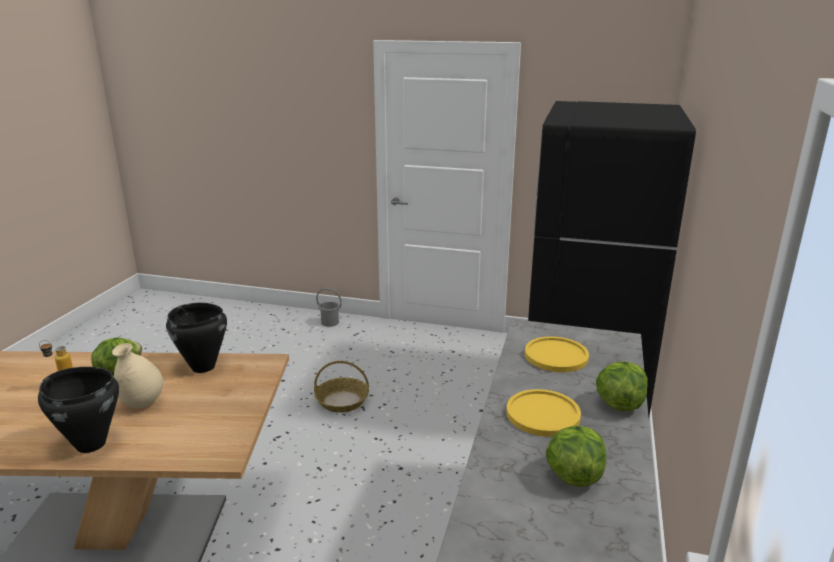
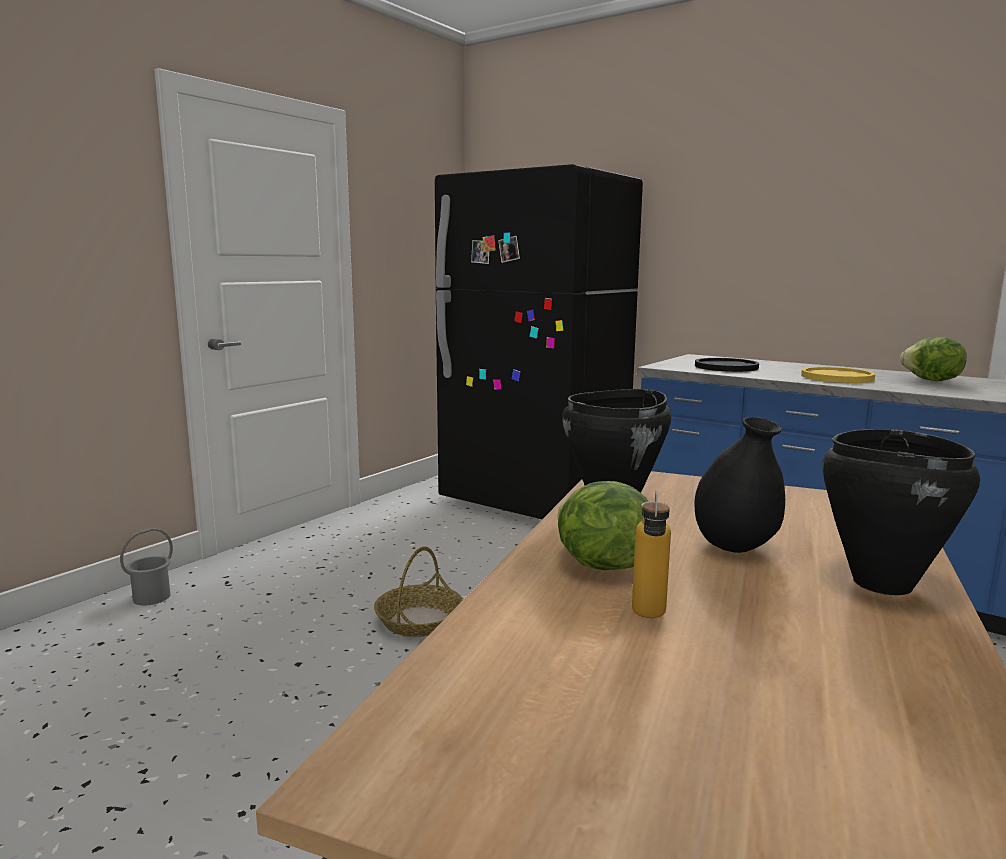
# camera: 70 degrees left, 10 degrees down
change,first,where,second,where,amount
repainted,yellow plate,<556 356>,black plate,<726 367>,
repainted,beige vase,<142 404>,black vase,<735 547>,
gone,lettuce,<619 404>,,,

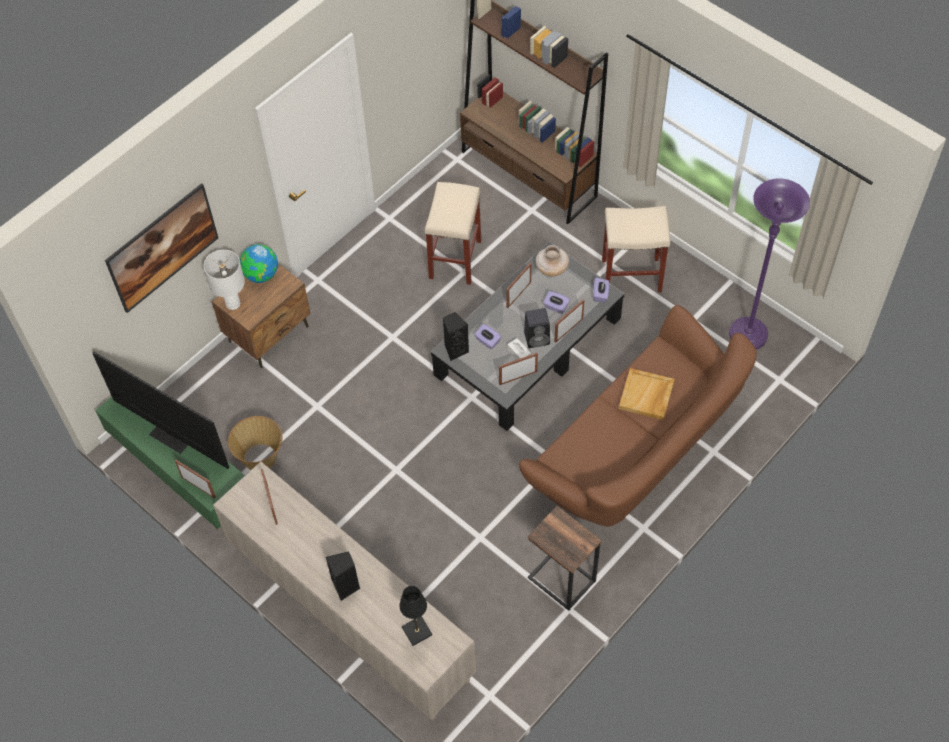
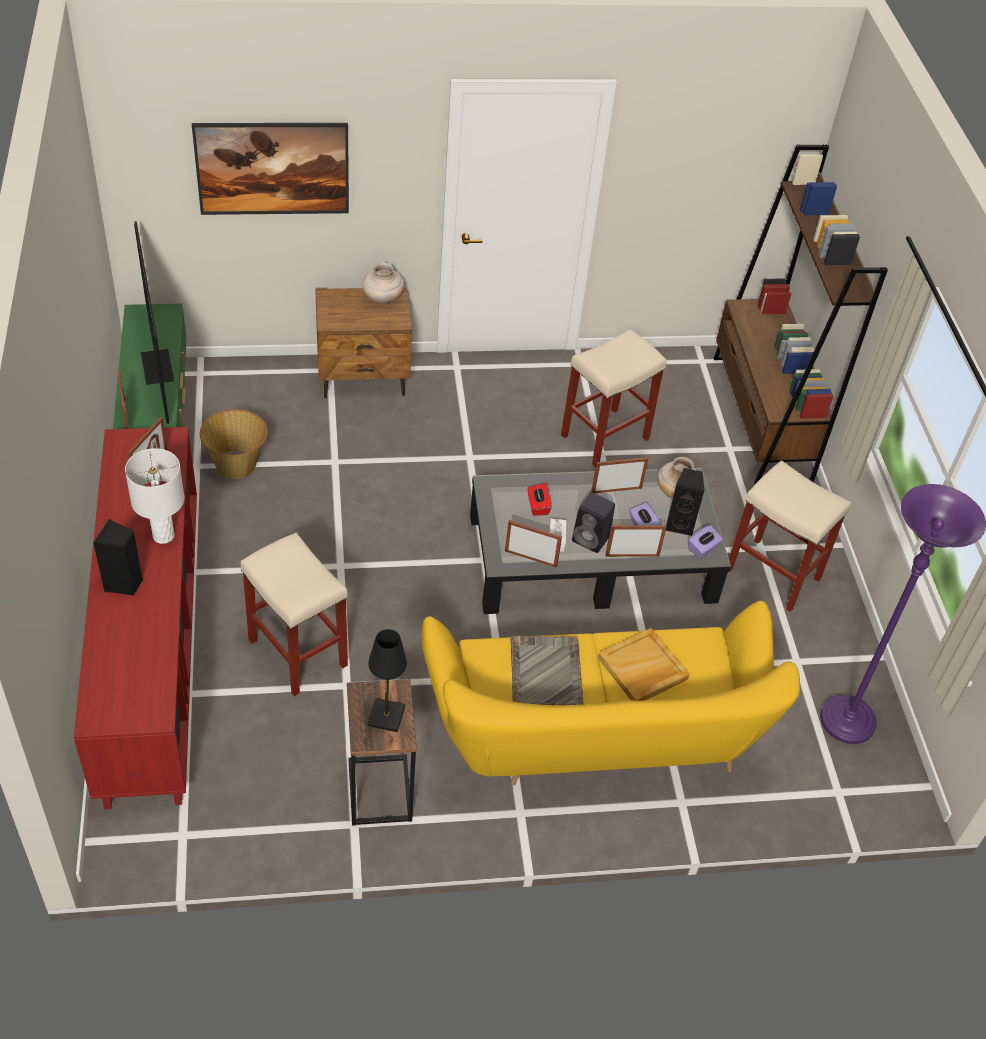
# camera: 35 degrees right, 10 degrees down
change,first,where,second,where,amount
repainted,beige cabinet,<349 612>,red cabinet,<151 650>,
shifted,white table lamp,<232 304>,,<163 535>,
new,,,beige stool,<296 652>,
swapped,globe,<261 275>,beige vase,<382 298>,
shifted,black table lamp,<417 631>,,<386 716>,
repainted,brown sofa,<637 453>,yellow sofa,<595 737>,
new,,,grey tray,<545 672>,
repainted,purple tissue box,<487 341>,red tissue box,<538 506>,
shifted,black speaker,<455 349>,,<680 524>,

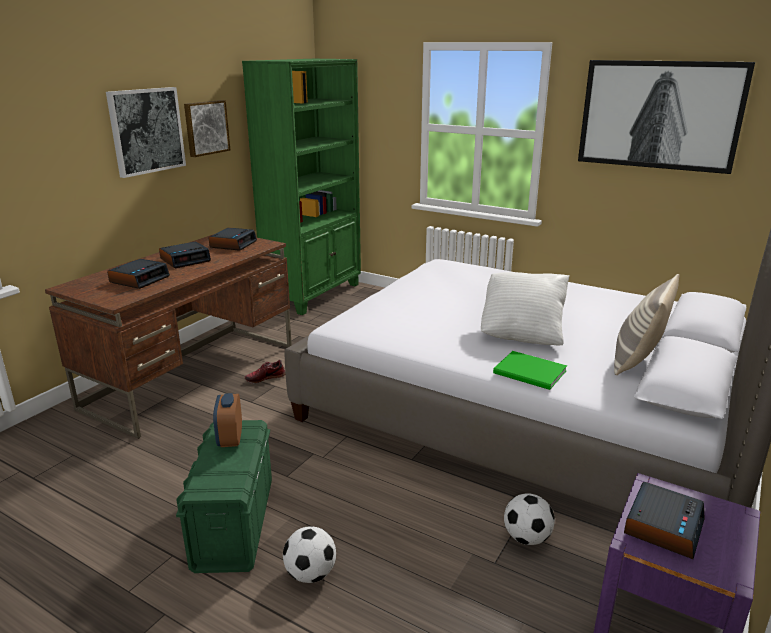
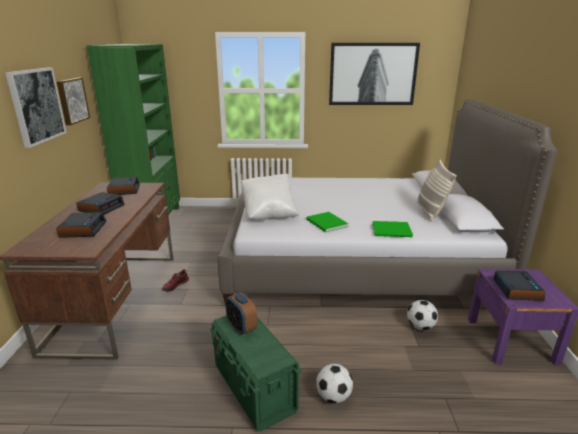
# camera: 30 degrees left, 0 degrees up
change,first,where,second,where,amount
shifted,white pillow,<522 333>,,<269 214>,
new,,,green book,<326 223>,

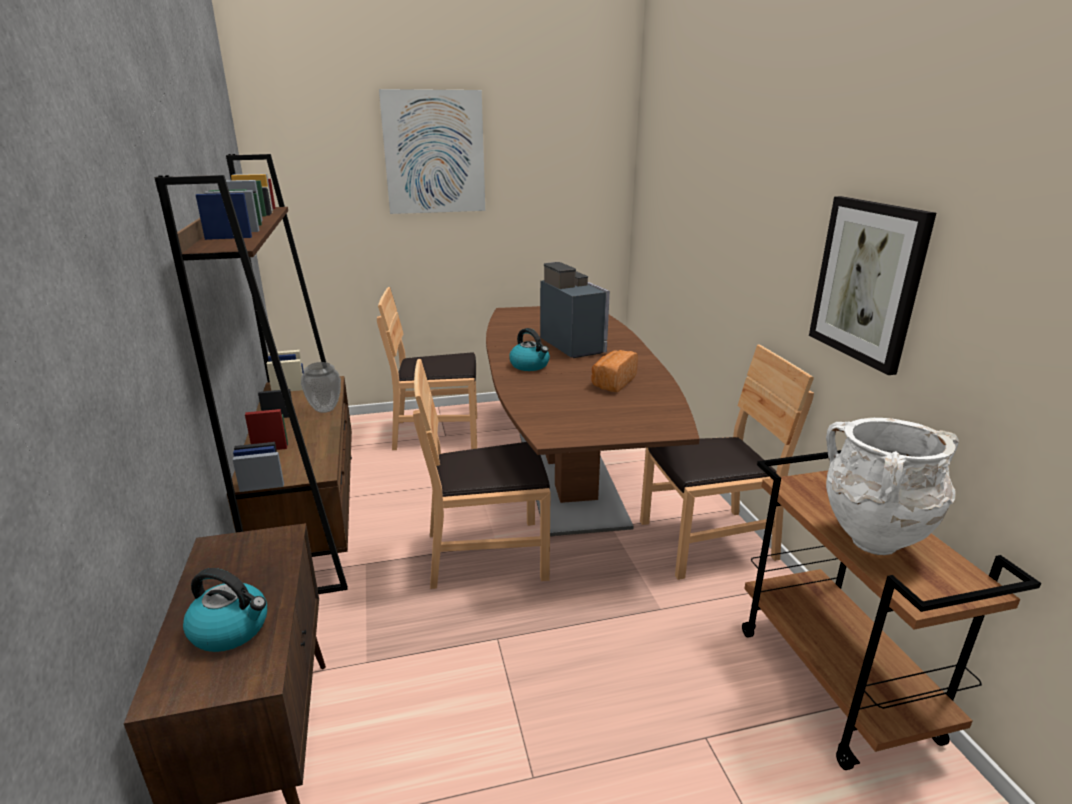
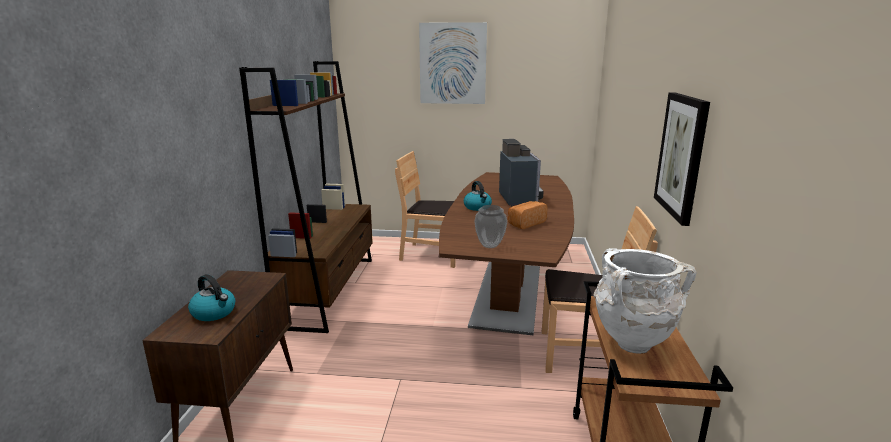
# camera: 20 degrees right, 5 degrees down
change,first,where,second,where,amount
shifted,vase,<324 410>,,<489 246>,
gone,brown chair,<487 554>,,,

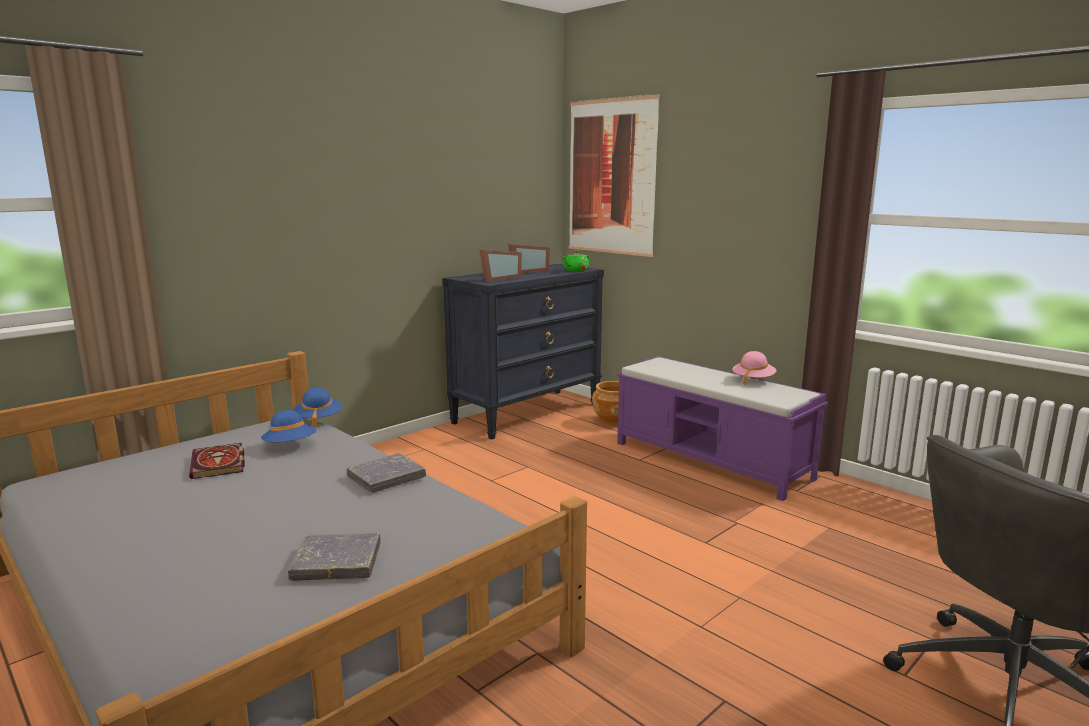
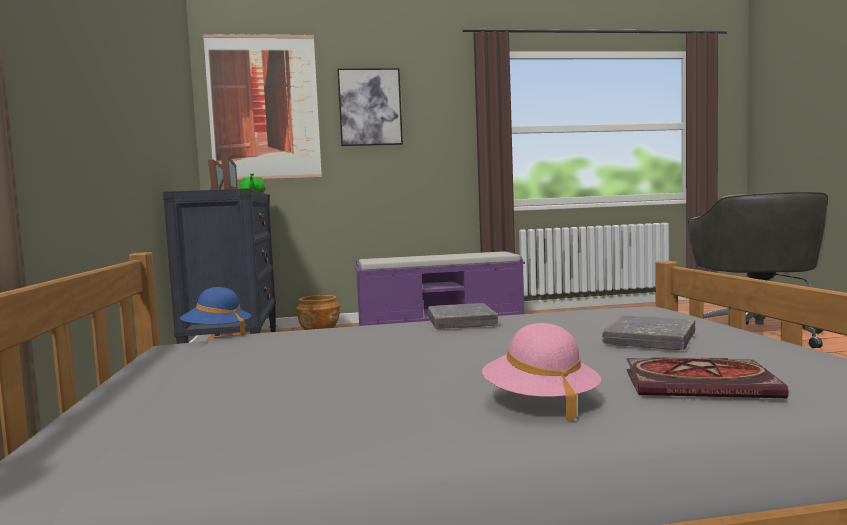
# camera: 55 degrees left, 10 degrees down
change,first,where,second,where,amount
new,,,picture,<370 107>,
shifted,pink hat,<753 380>,,<540 403>,
shifted,book,<219 464>,,<702 384>,
gone,blue hat,<290 446>,,,

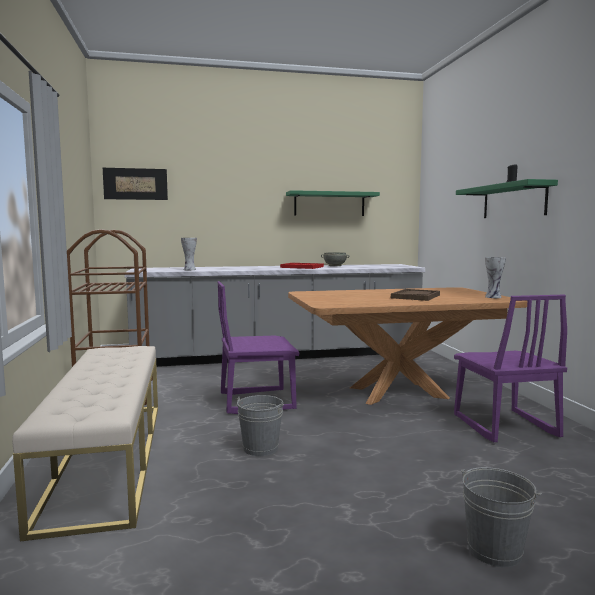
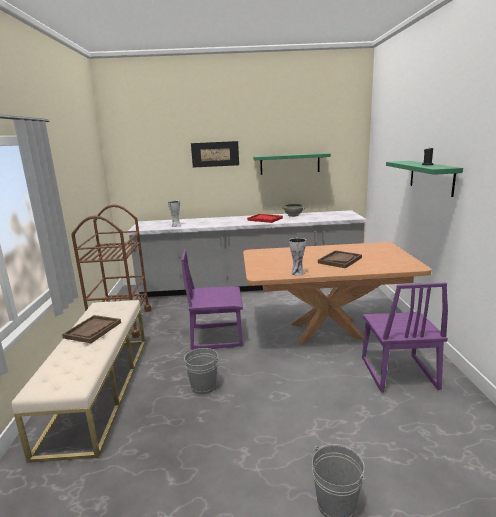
# camera: 10 degrees right, 10 degrees up
change,first,where,second,where,amount
new,,,brown tray,<93 330>,
shifted,picture,<135 184>,,<215 154>,
shifted,vase,<494 297>,,<298 273>,

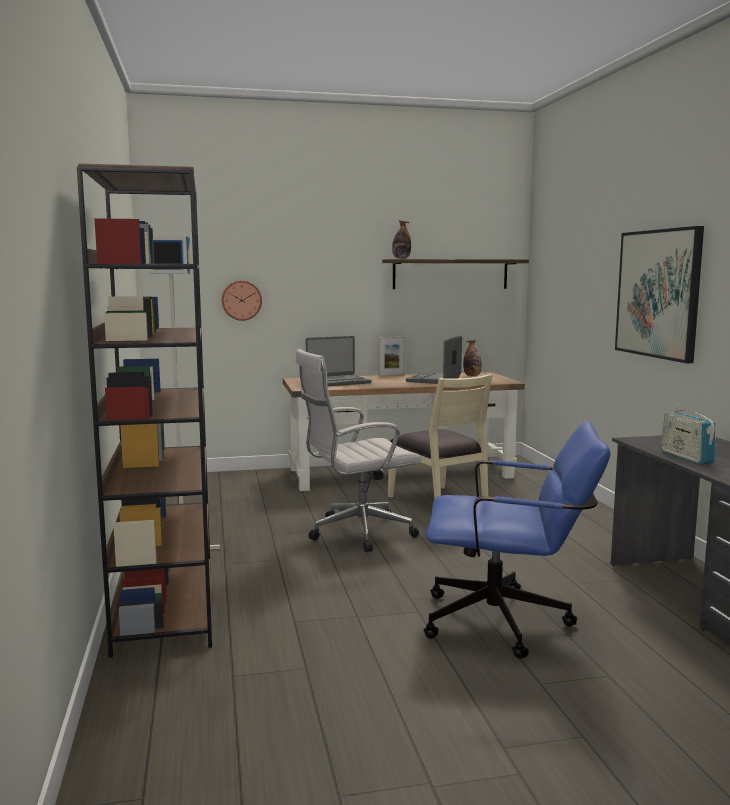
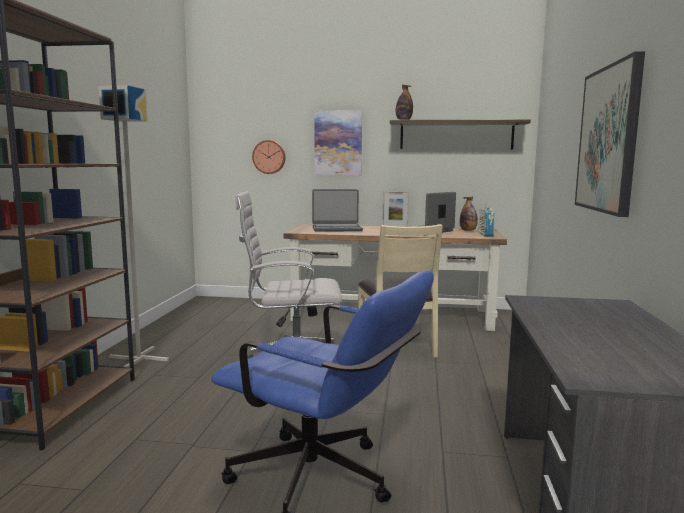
# camera: 20 degrees right, 0 degrees up
change,first,where,second,where,amount
new,,,picture,<338 143>,
shifted,radio,<686 457>,,<485 234>,

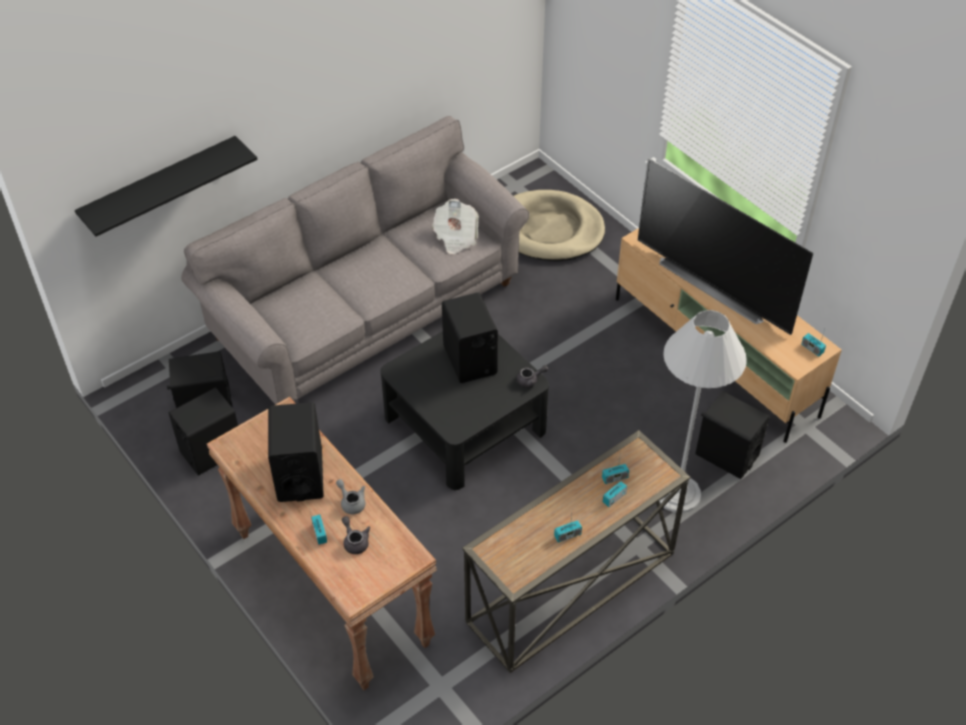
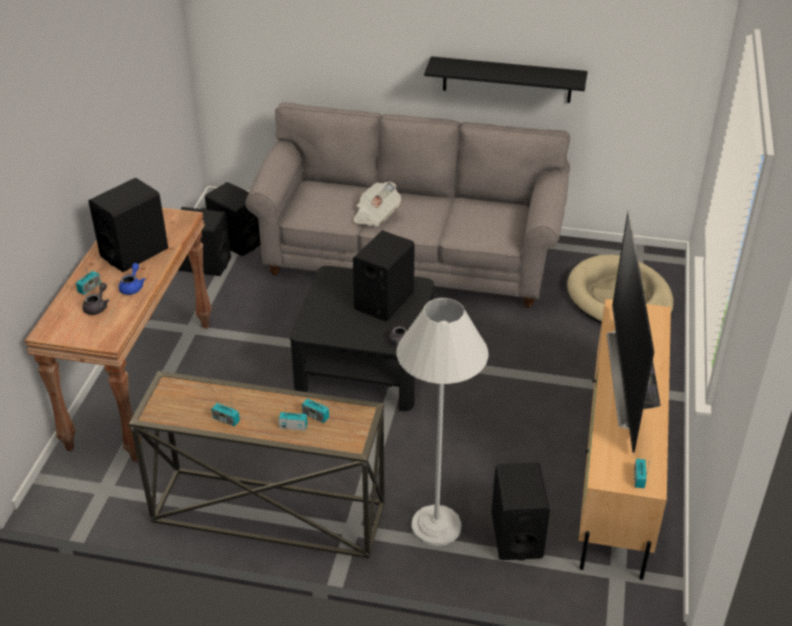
# camera: 50 degrees right, 10 degrees down
change,first,where,second,where,amount
repainted,grey teapot,<351 502>,blue teapot,<132 287>,
shifted,newspaper,<455 237>,,<376 215>,
shifted,black shelf,<160 187>,,<507 79>,

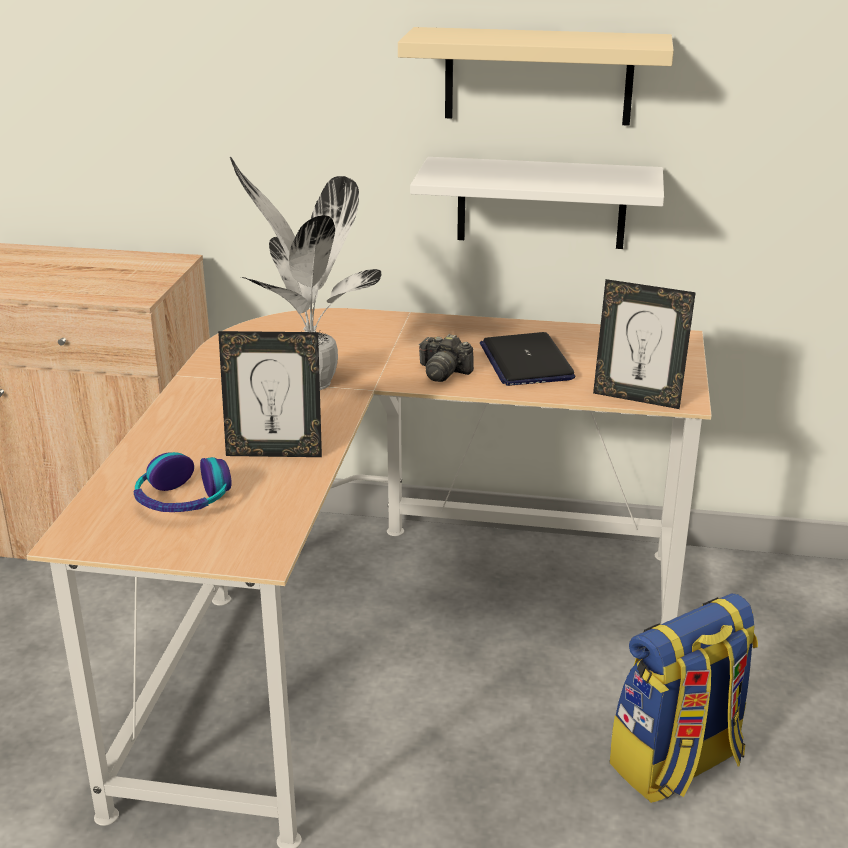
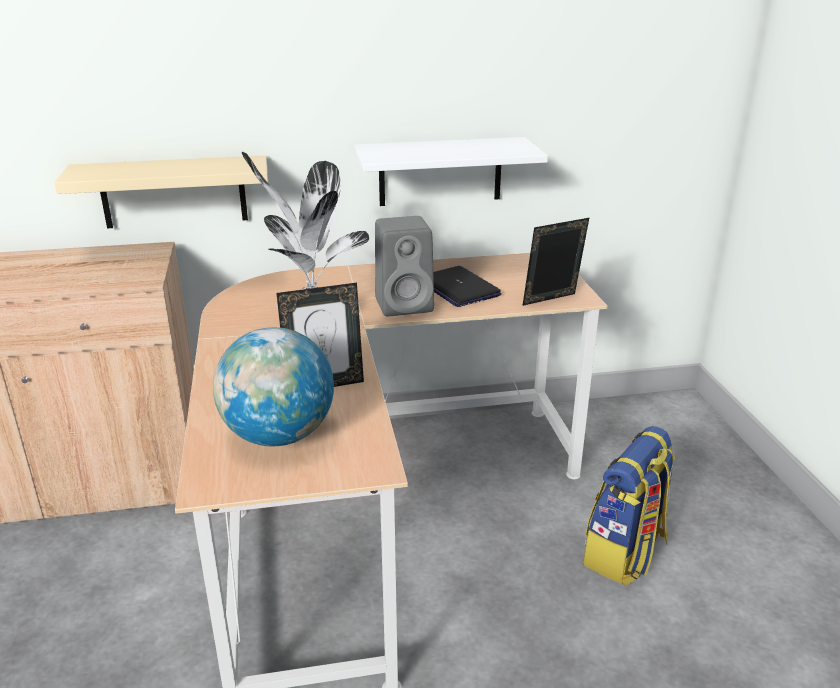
# camera: 20 degrees left, 0 degrees up
change,first,where,second,where,amount
shifted,beige shelf,<538 76>,,<174 192>,
swapped,headphones,<183 500>,globe,<278 436>,
swapped,photo camera,<443 372>,grey speaker,<406 305>,
rotated,picture frame,<637 398>,,<552 301>,150 degrees clockwise

